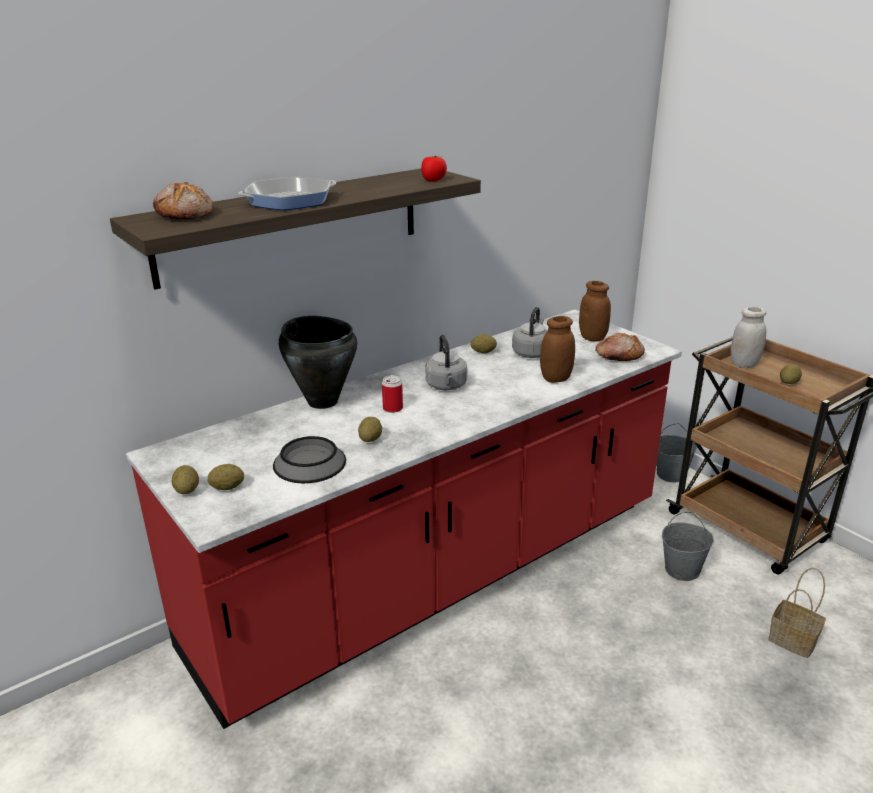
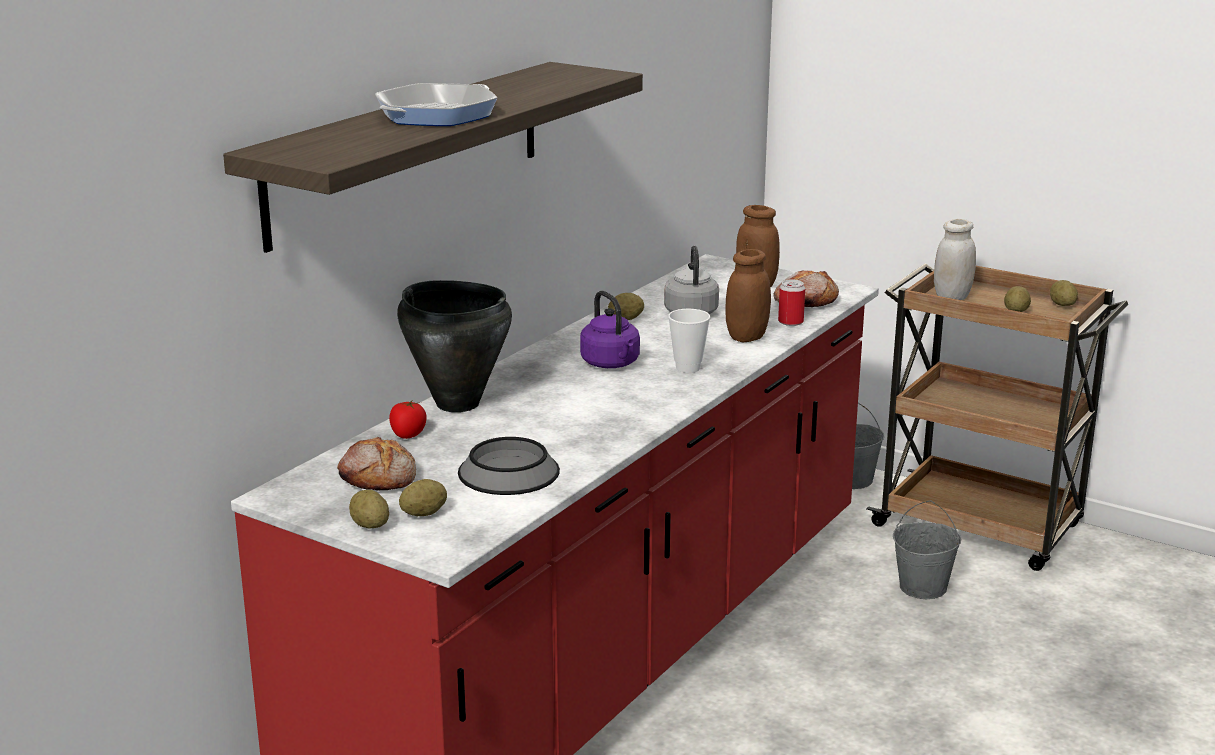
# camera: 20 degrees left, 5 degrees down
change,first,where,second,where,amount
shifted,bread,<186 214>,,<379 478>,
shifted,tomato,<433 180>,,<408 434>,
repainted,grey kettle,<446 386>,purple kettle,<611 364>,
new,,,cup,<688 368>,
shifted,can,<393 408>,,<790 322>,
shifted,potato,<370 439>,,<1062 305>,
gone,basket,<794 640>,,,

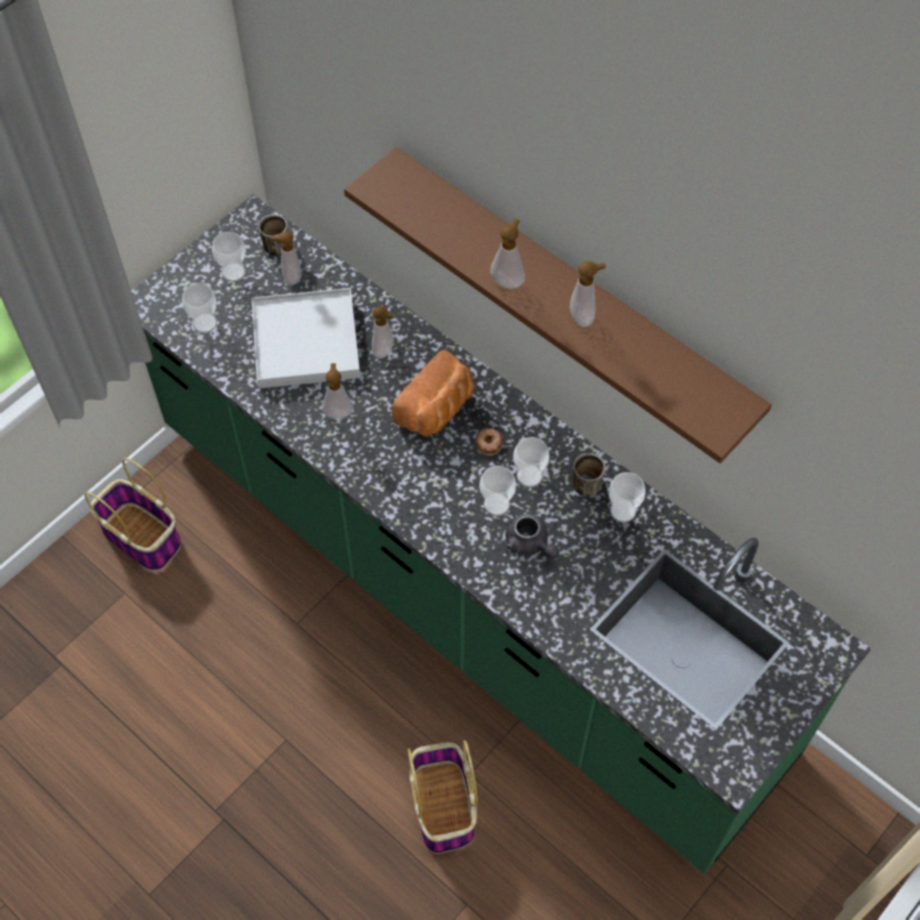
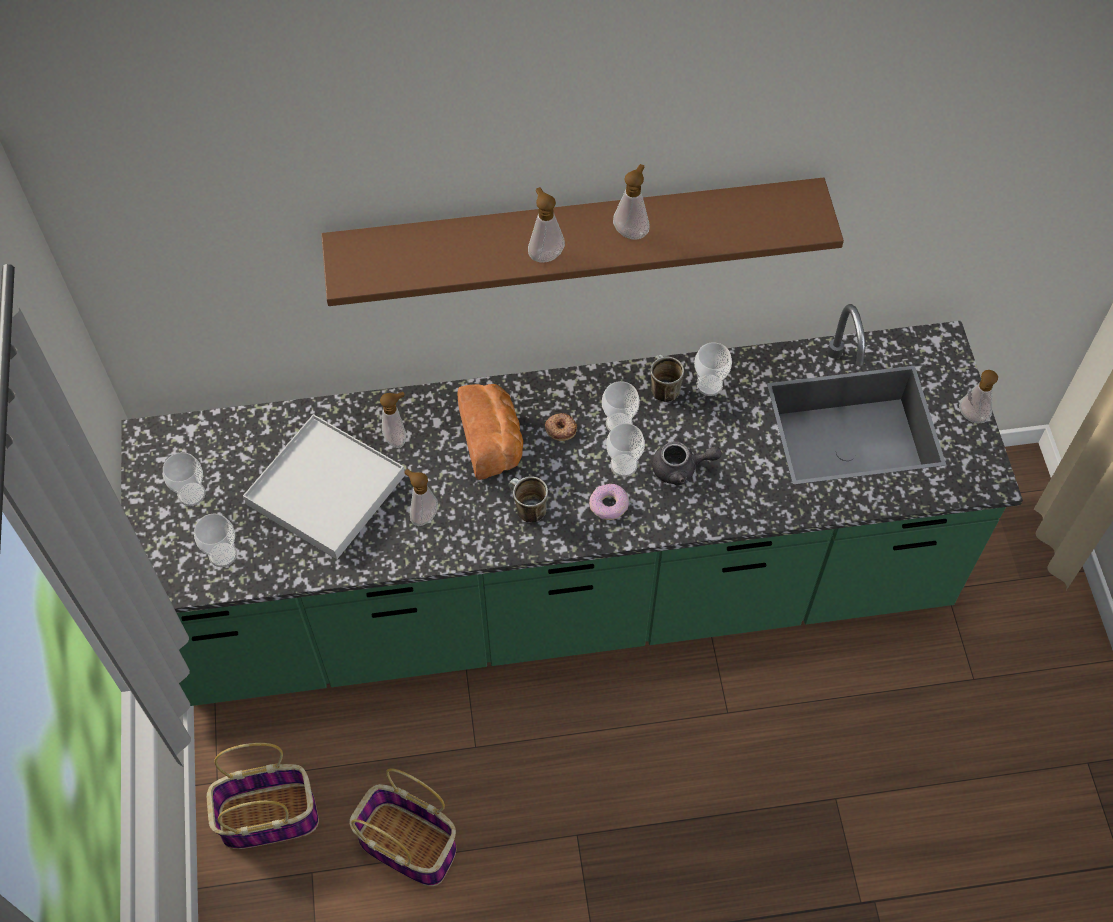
# camera: 50 degrees left, 0 degrees up
change,first,where,second,where,amount
shifted,basket,<444 808>,,<409 845>,
shifted,mug,<276 244>,,<526 509>,
new,,,donut,<609 505>,
shifted,soap dispenser,<290 278>,,<970 418>,

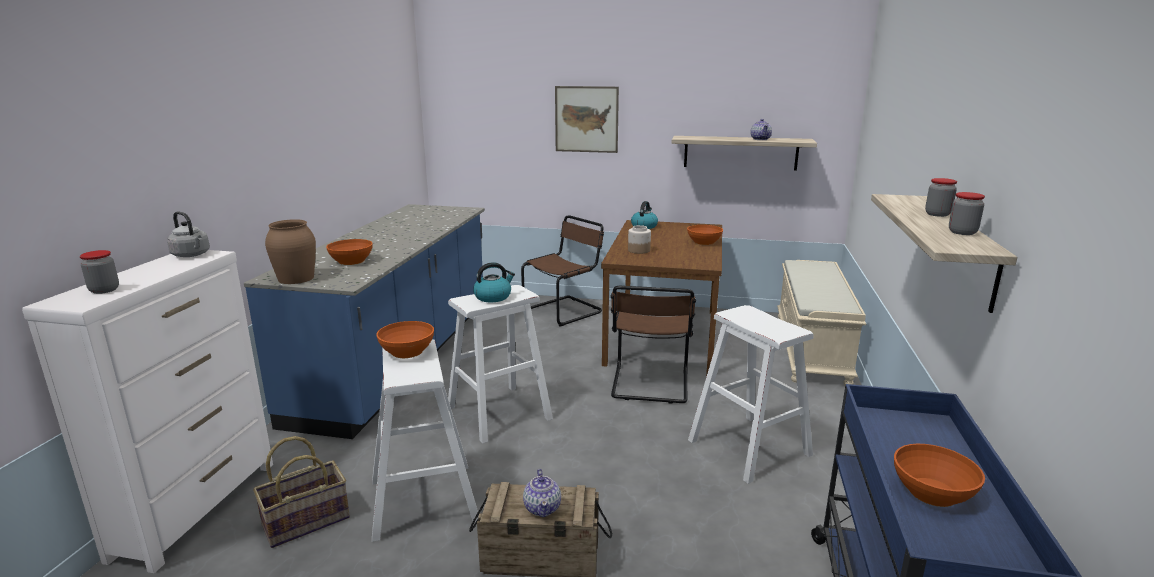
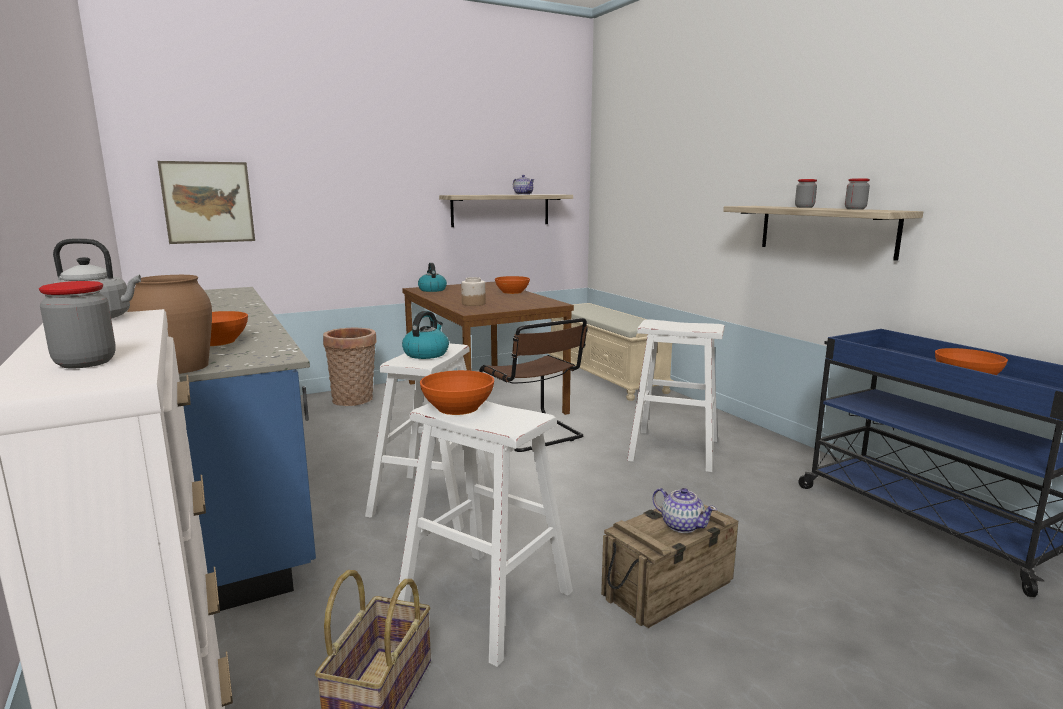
# camera: 40 degrees left, 5 degrees down
change,first,where,second,where,amount
shifted,picture,<586 119>,,<208 202>,
swapped,brown chair,<565 310>,basket,<354 401>,

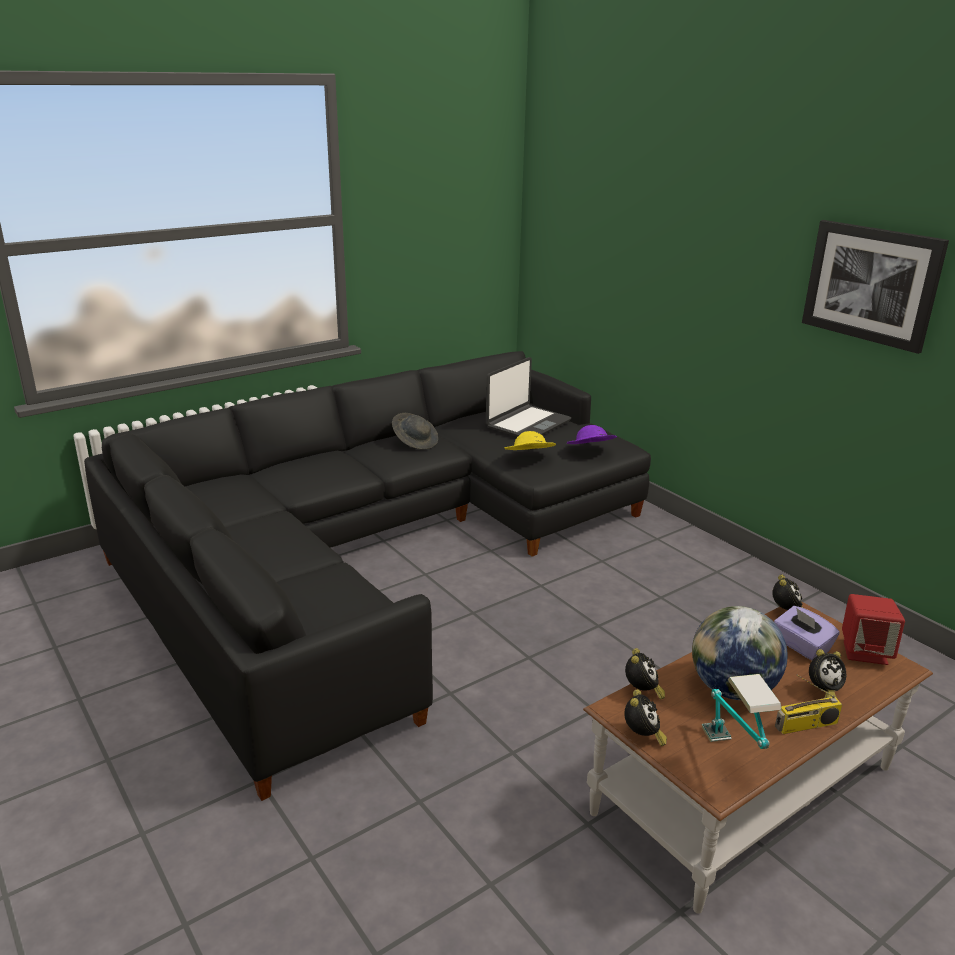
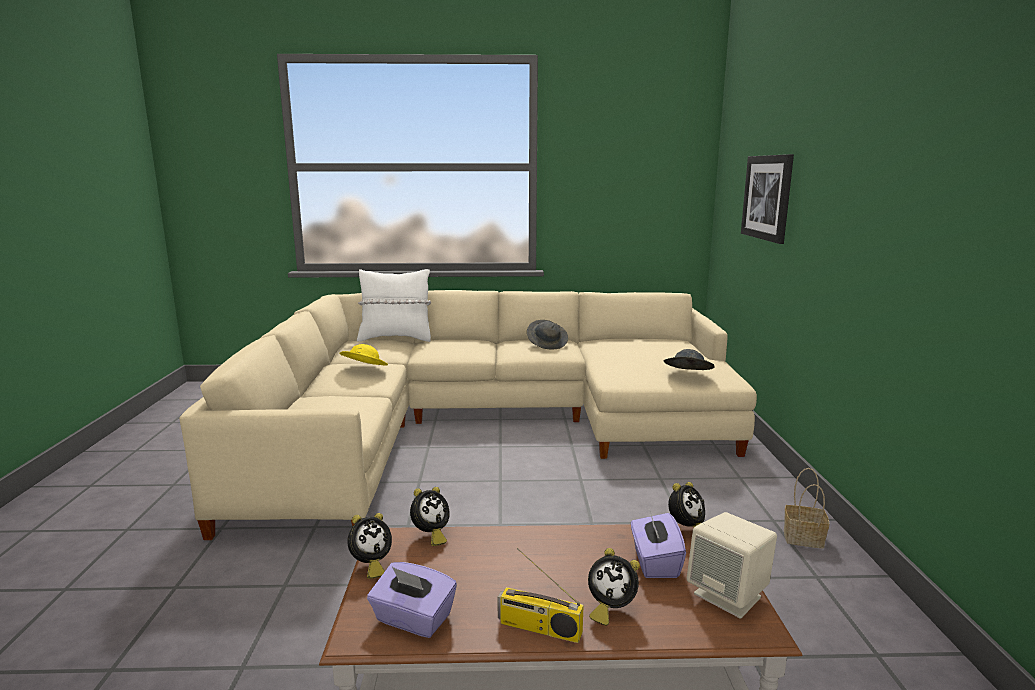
# camera: 35 degrees right, 10 degrees down
change,first,where,second,where,amount
repainted,black sofa,<375 553>,beige sofa,<483 425>,
shifted,yellow hat,<529 458>,,<364 370>,
new,,,white pillow,<395 338>,
swapped,table lamp,<731 759>,purple tissue box,<413 619>,
repainted,purple hat,<590 451>,grey hat,<687 375>,
repainted,red speaker,<865 652>,beige speaker,<728 595>,
shifted,picture,<871 284>,,<767 197>,
new,,,basket,<802 538>,
gone,laptop,<527 424>,,,
gone,globe,<732 689>,,,

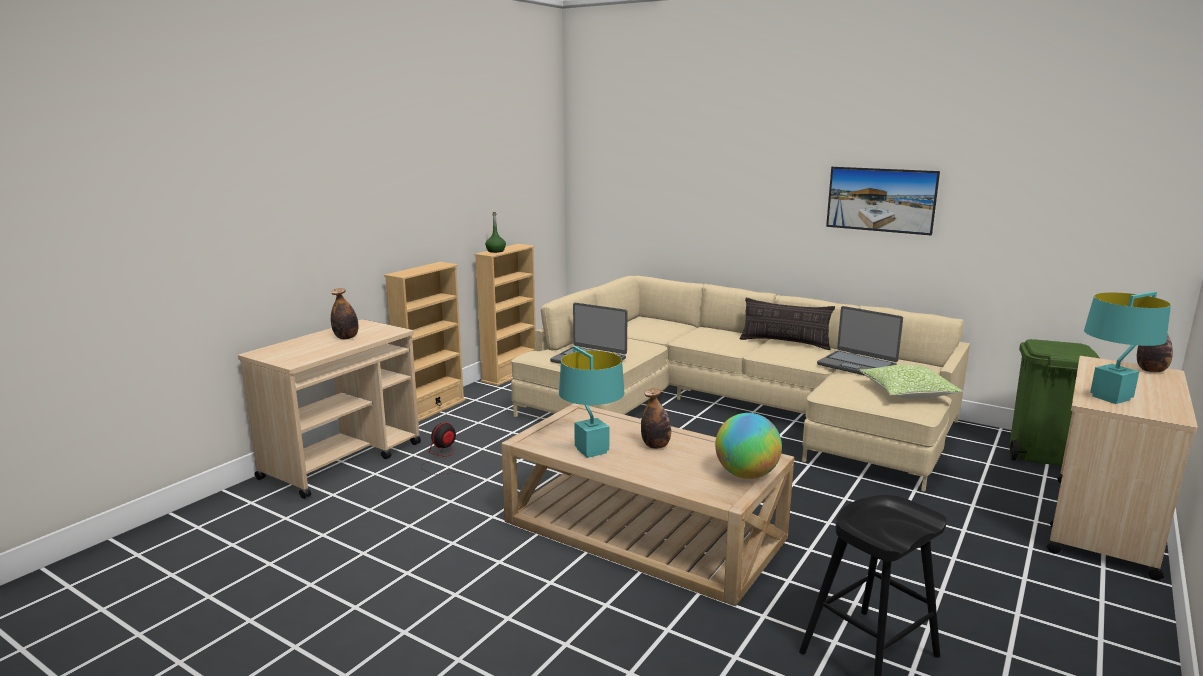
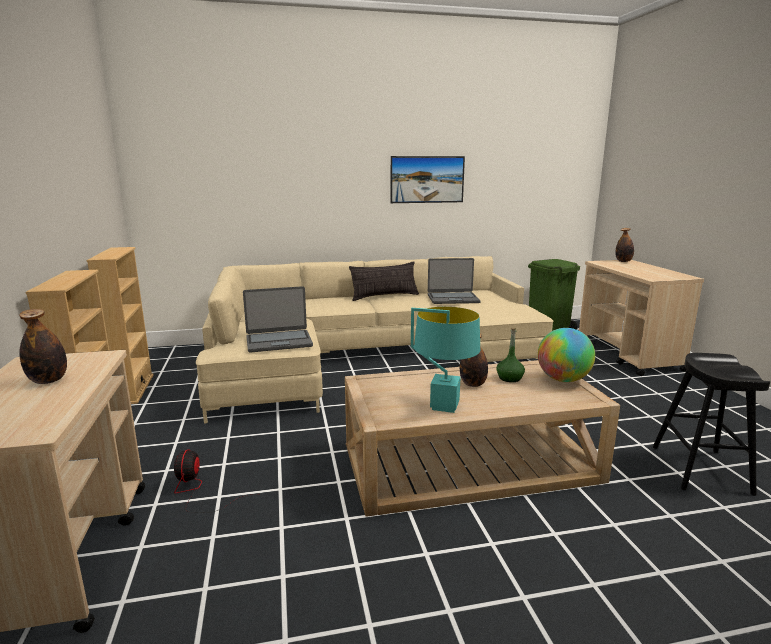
# camera: 45 degrees left, 0 degrees up
change,first,where,second,where,amount
shifted,green bottle,<495 251>,,<509 378>,
gone,pillow,<907 393>,,,
gone,turquoise table lamp,<1111 398>,,,

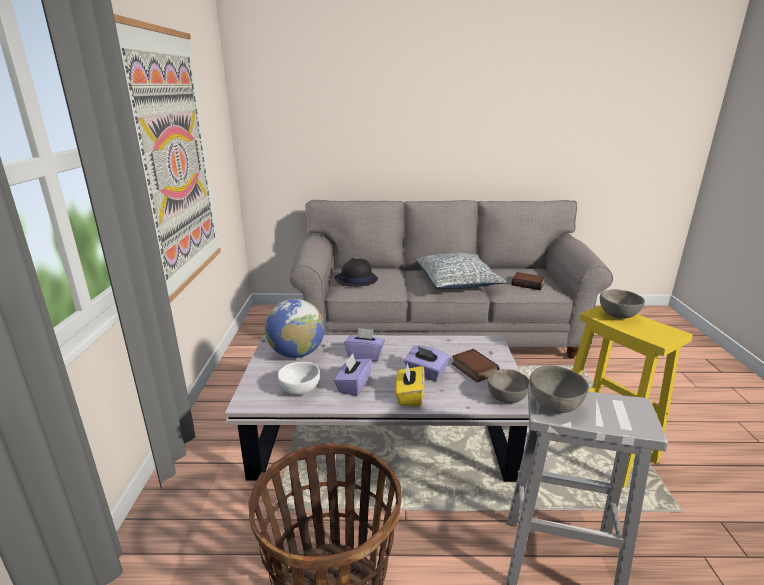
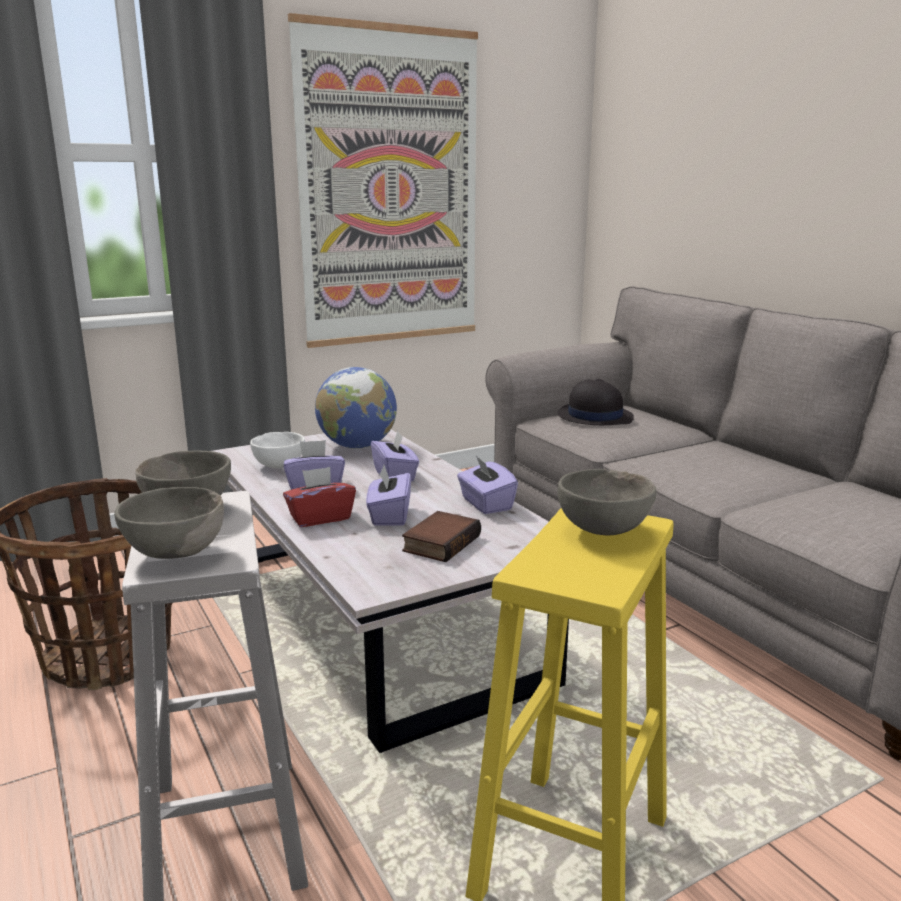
# camera: 60 degrees right, 5 degrees down
change,first,where,second,where,amount
shifted,grey bowl,<507 398>,,<176 553>,
repainted,yellow tissue box,<409 396>,red tissue box,<320 518>,
new,,,purple tissue box,<486 504>,
gone,pillow,<457 282>,,,
gone,book,<528 284>,,,

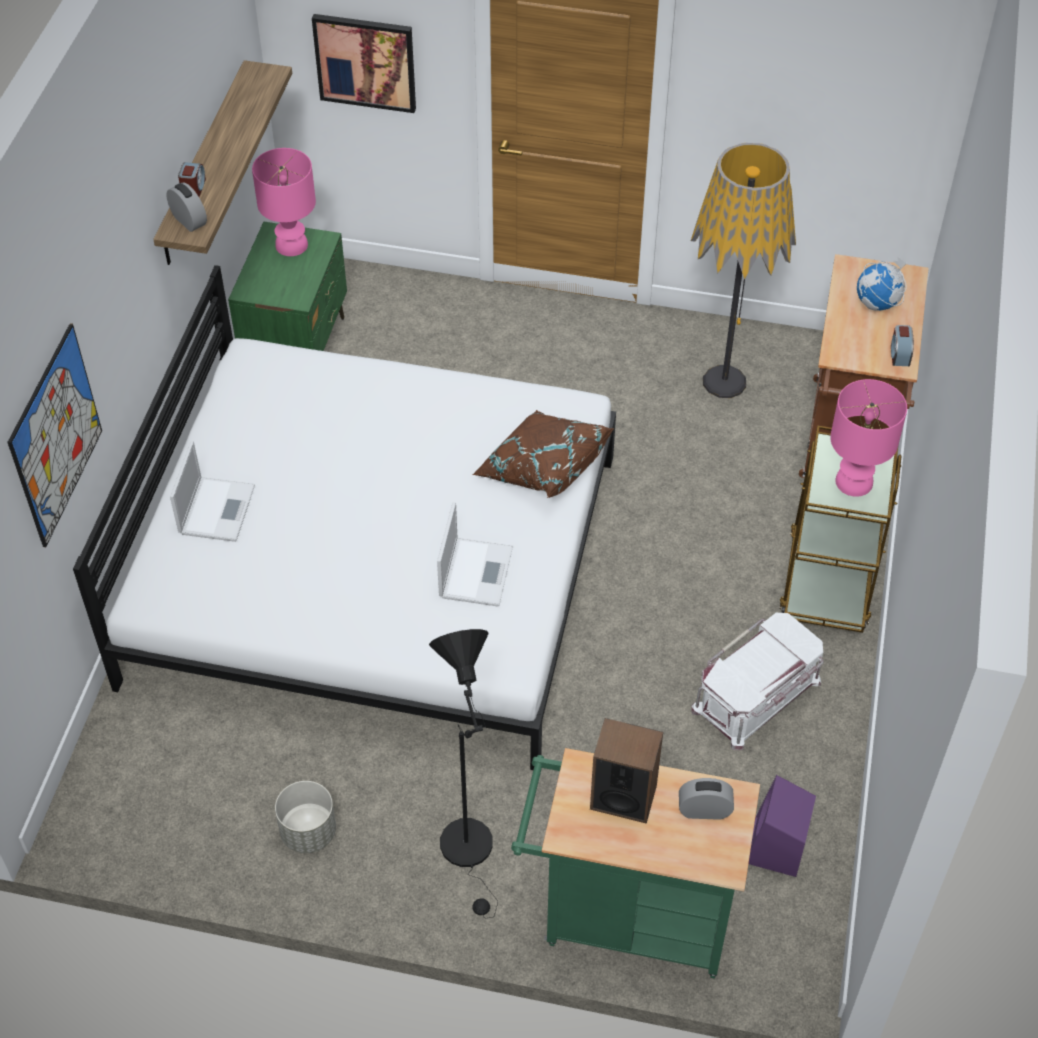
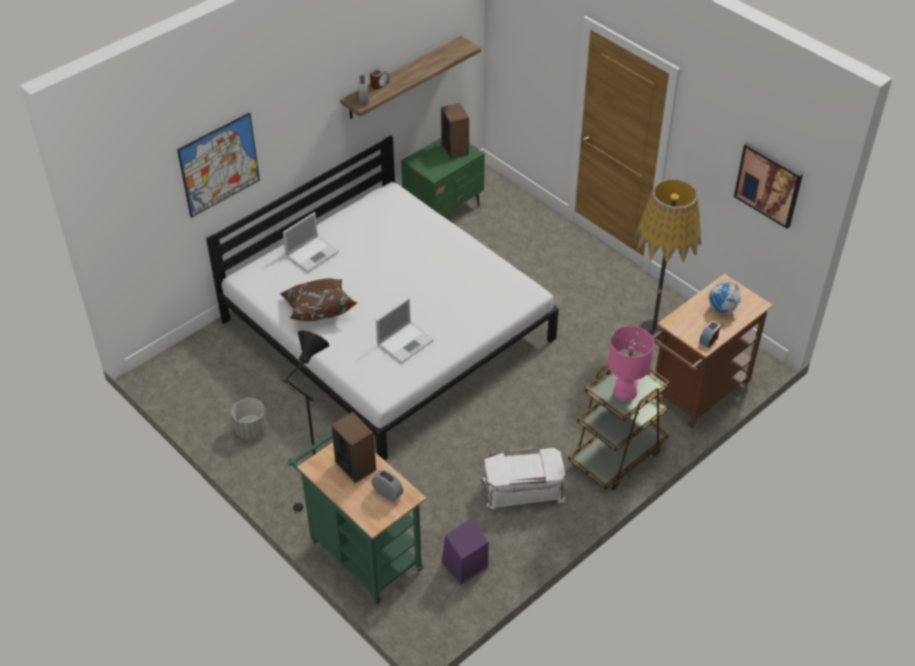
# camera: 35 degrees right, 5 degrees down
change,first,where,second,where,amount
shifted,brown pillow,<542 468>,,<318 308>,
swapped,pink table lamp,<292 245>,speaker,<455 148>,
shifted,picture,<365 62>,,<768 184>,

